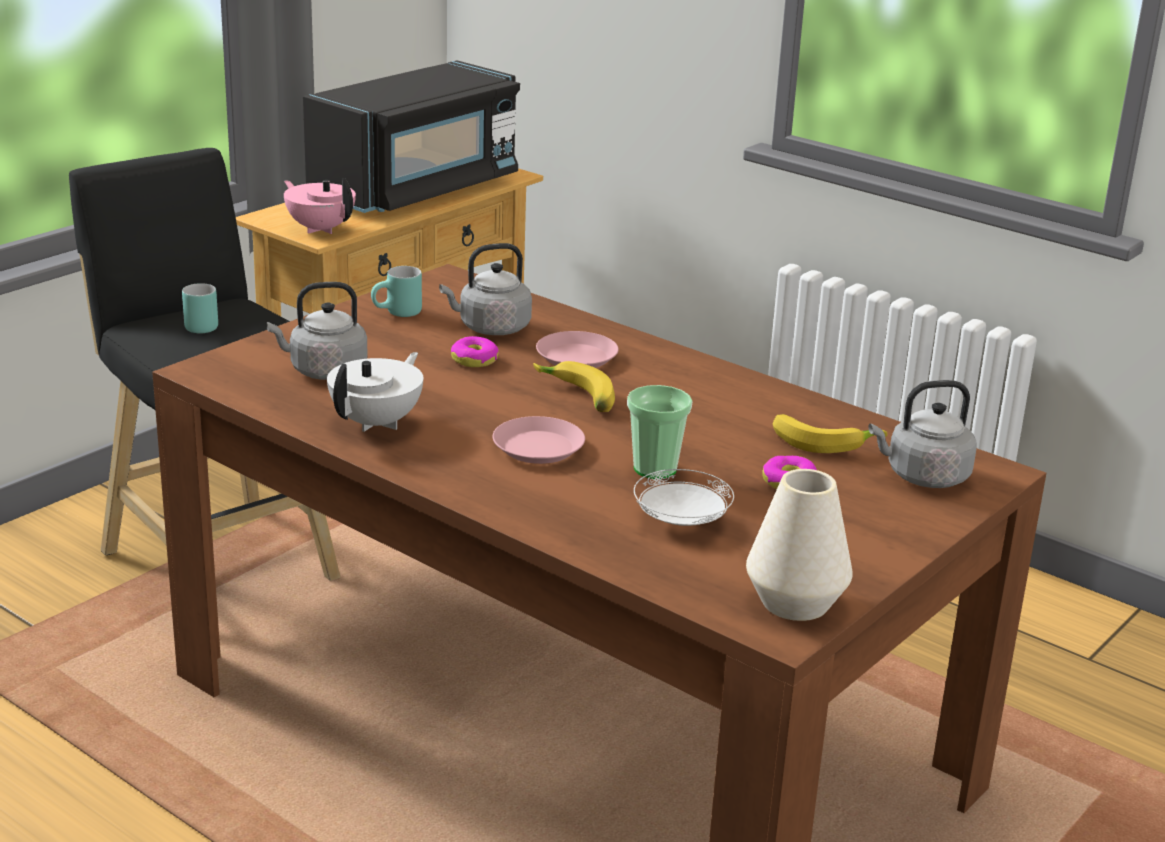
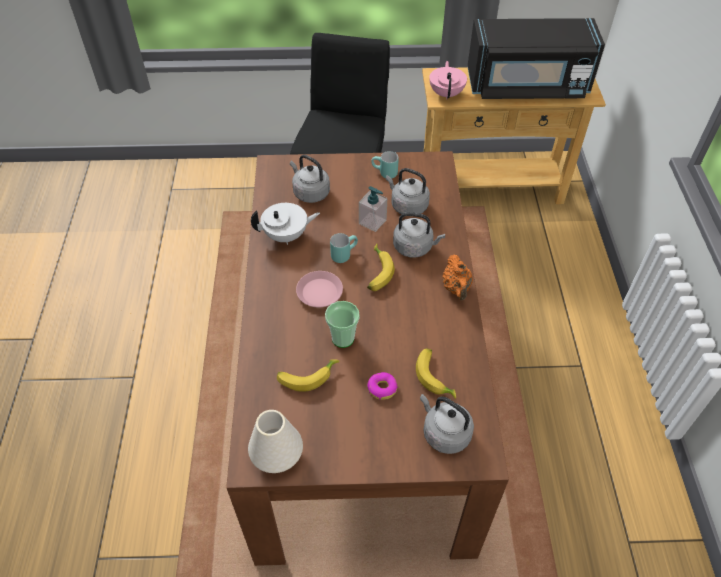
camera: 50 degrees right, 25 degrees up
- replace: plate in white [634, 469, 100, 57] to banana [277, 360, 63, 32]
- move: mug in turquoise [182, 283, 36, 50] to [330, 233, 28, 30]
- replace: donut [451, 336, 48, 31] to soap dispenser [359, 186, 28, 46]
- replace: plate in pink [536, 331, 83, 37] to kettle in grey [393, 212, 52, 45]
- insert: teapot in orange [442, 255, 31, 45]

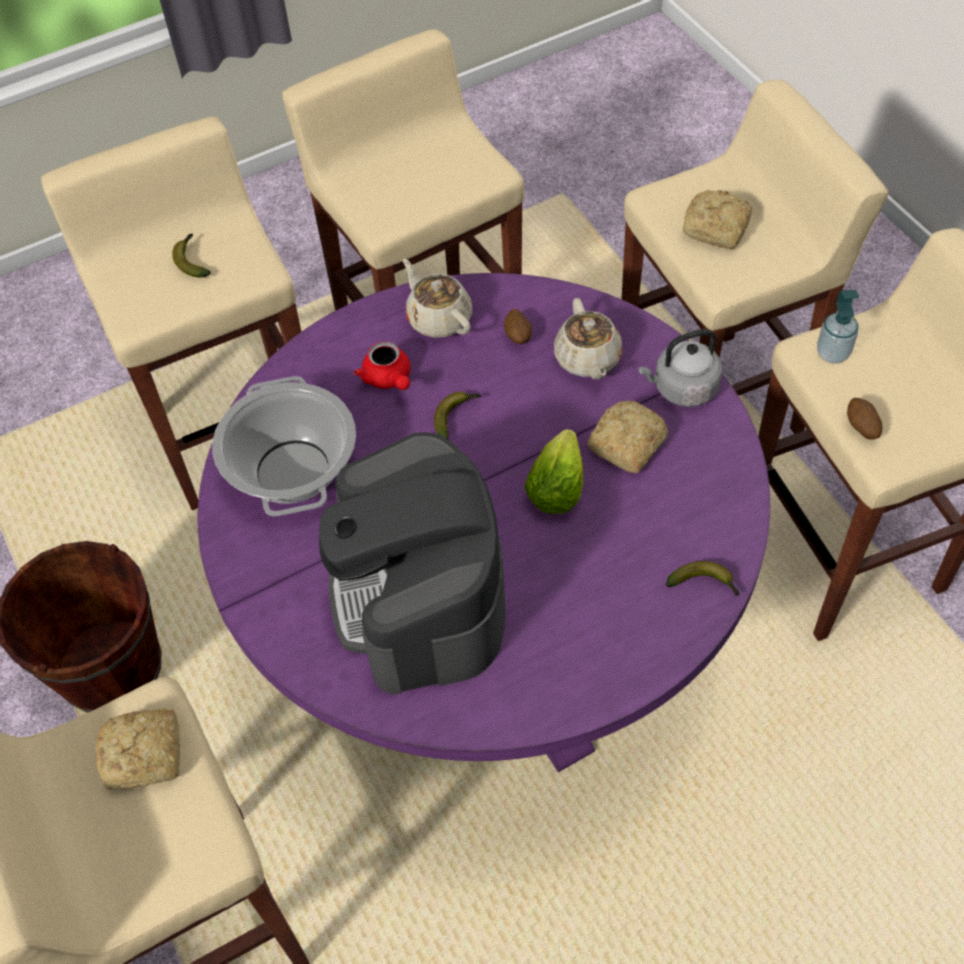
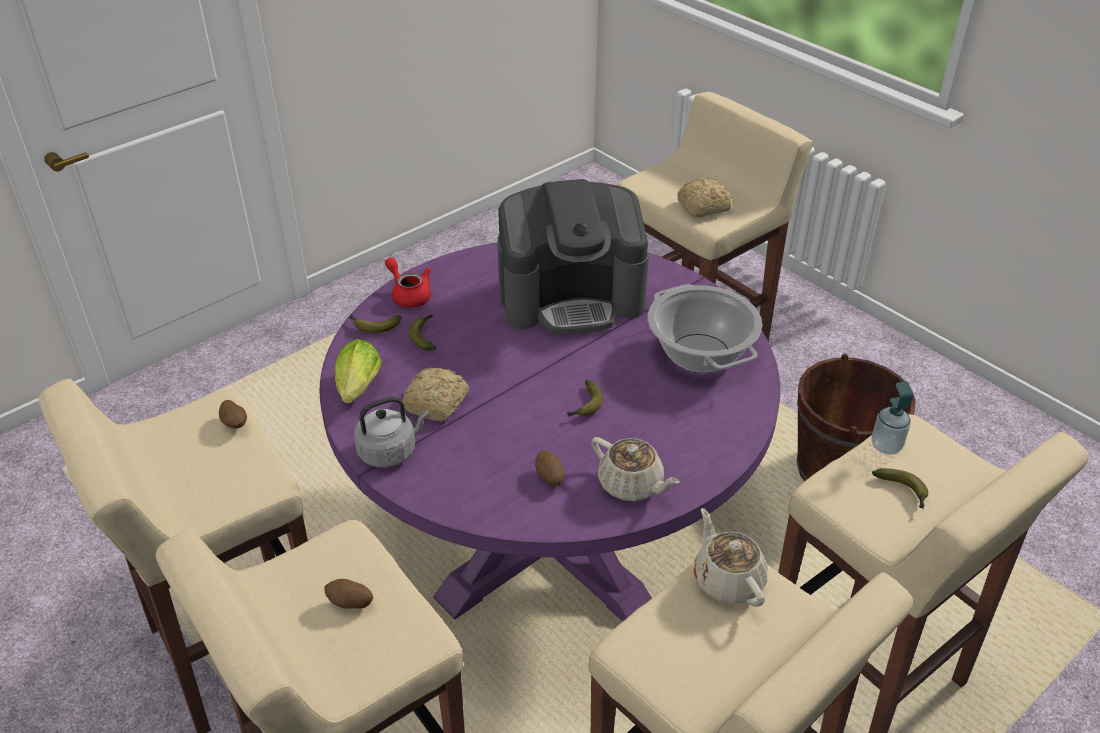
camera: 165 degrees right, 15 degrees down
- replace: bread [683, 190, 69, 59] to potato [324, 579, 49, 30]
- move: lettuce [525, 429, 58, 85] to [335, 339, 47, 64]
- move: teapot in red [354, 341, 57, 49] to [385, 257, 46, 51]
- insert: banana [409, 314, 27, 37]
- rotate: coffee machine [319, 432, 187, 262] = [497, 179, 152, 155] 105 degrees clockwise
- move: teapot in beige [554, 298, 69, 81] to [693, 508, 75, 99]
- move: soap dispenser [817, 290, 42, 74] to [872, 381, 41, 74]

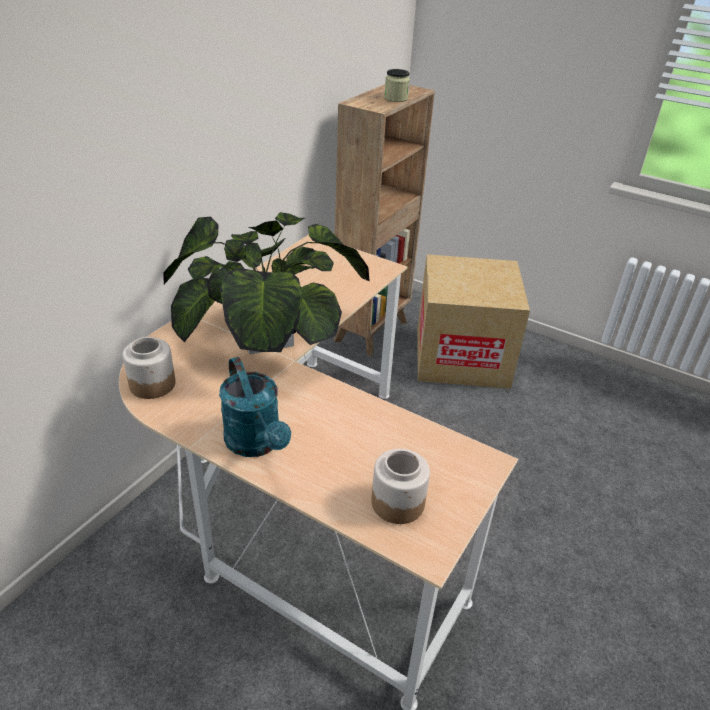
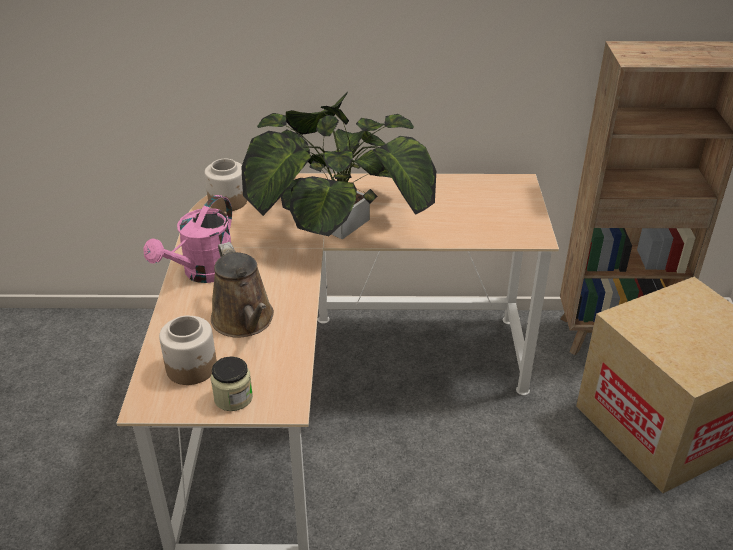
camera: 60 degrees right, 0 degrees up
- recolor: watering can in turquoise [219, 357, 72, 100] to watering can in pink [144, 195, 88, 88]
- insert: watering can in brown [211, 242, 63, 96]
- move: jar [384, 69, 26, 33] to [211, 356, 42, 55]

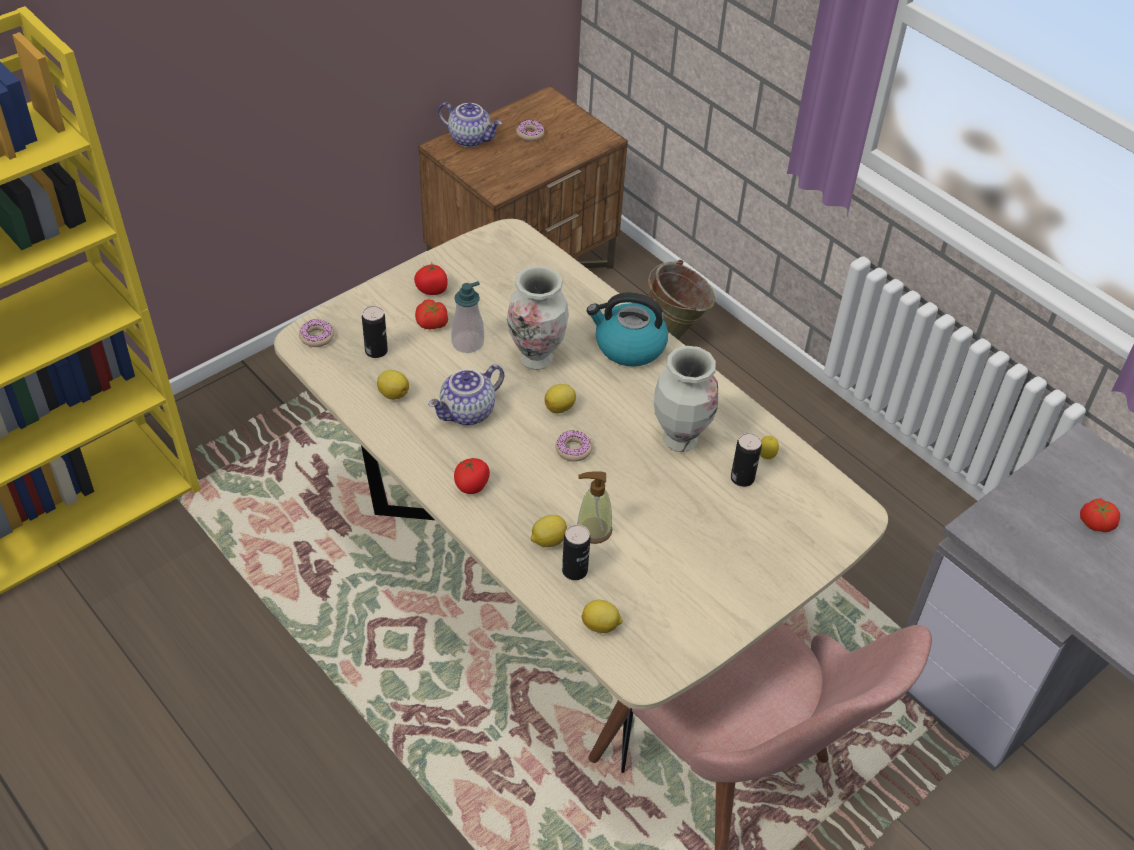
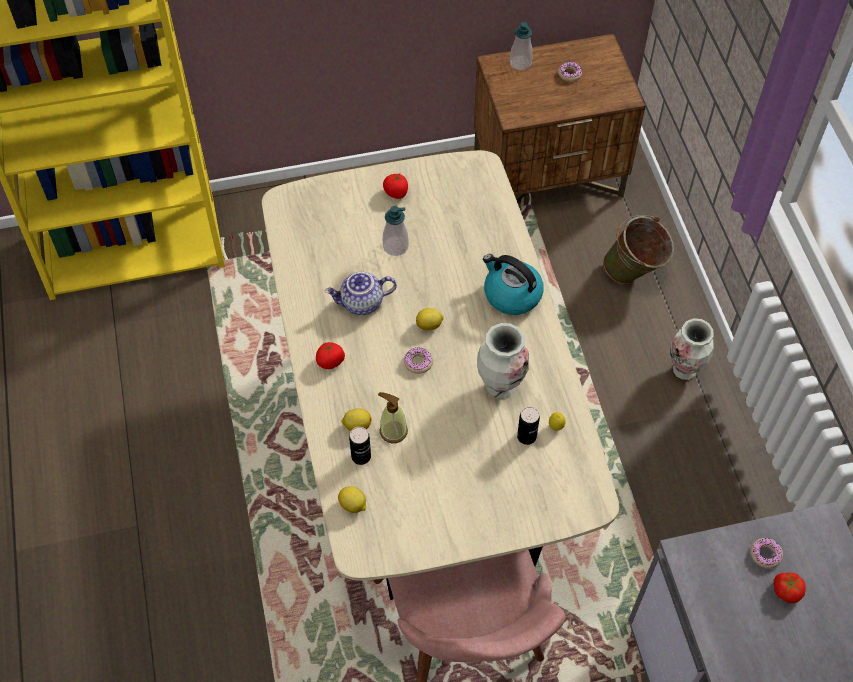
camera: 30 degrees right, 10 degrees up
- replace: teapot [438, 102, 64, 45] to soap dispenser [510, 22, 23, 48]
- move: vase [507, 266, 62, 104] to [670, 318, 44, 62]
- move: donut [299, 319, 35, 28] to [751, 538, 32, 31]
- delete: can [362, 306, 26, 52]
- delete: lemon [377, 370, 32, 30]
- delete: tomato [415, 299, 33, 30]

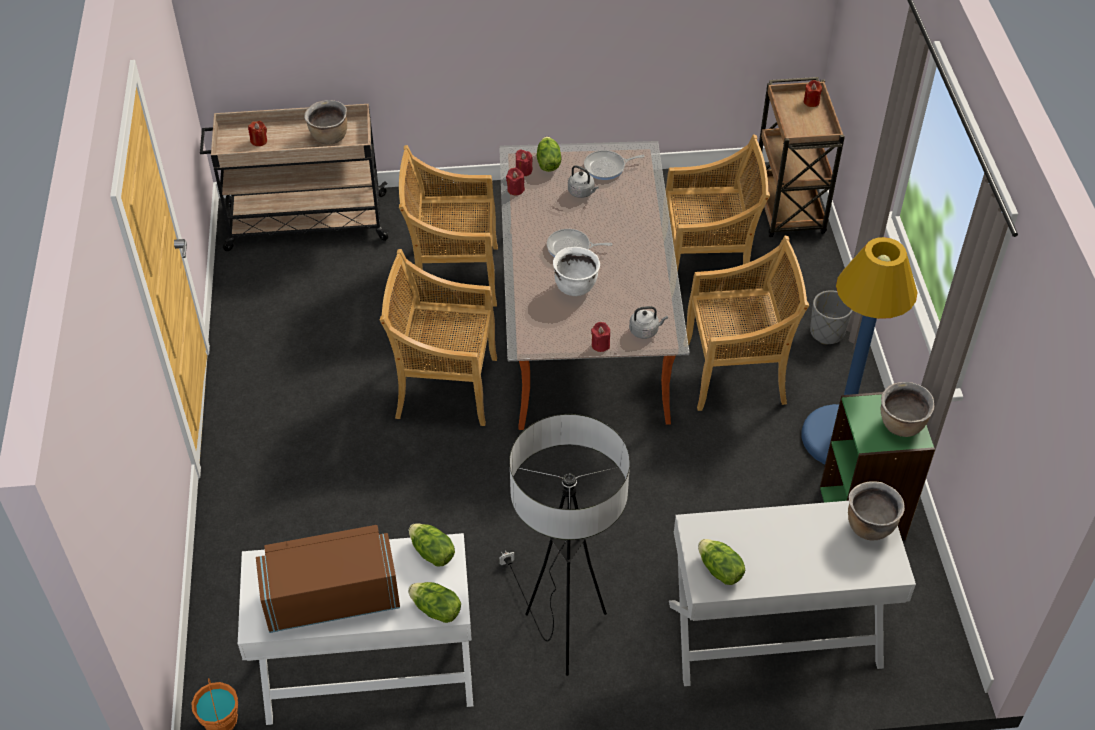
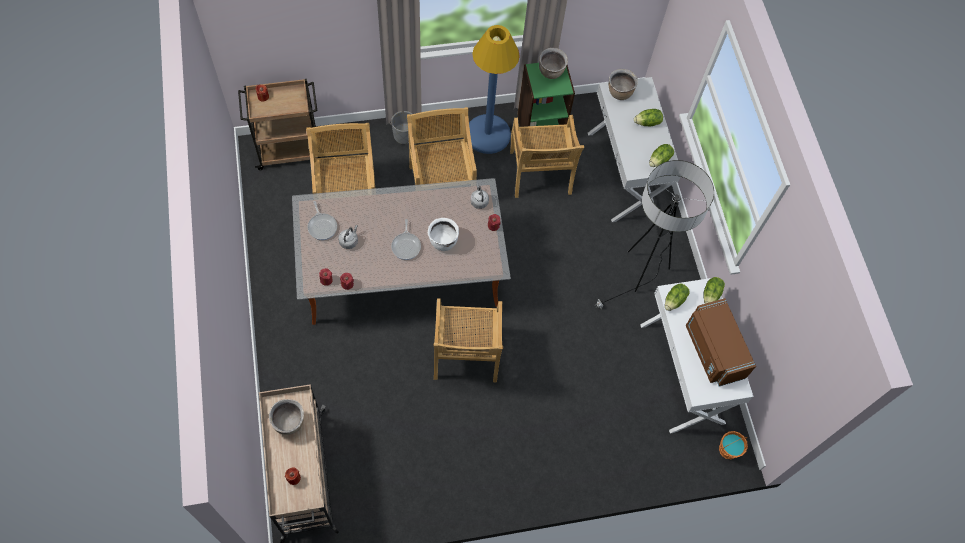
camera: 100 degrees left, 15 degrees up
- move: chair in beige [399, 145, 99, 162] to [510, 115, 74, 83]
- move: lettuce [537, 137, 24, 35] to [634, 109, 29, 18]

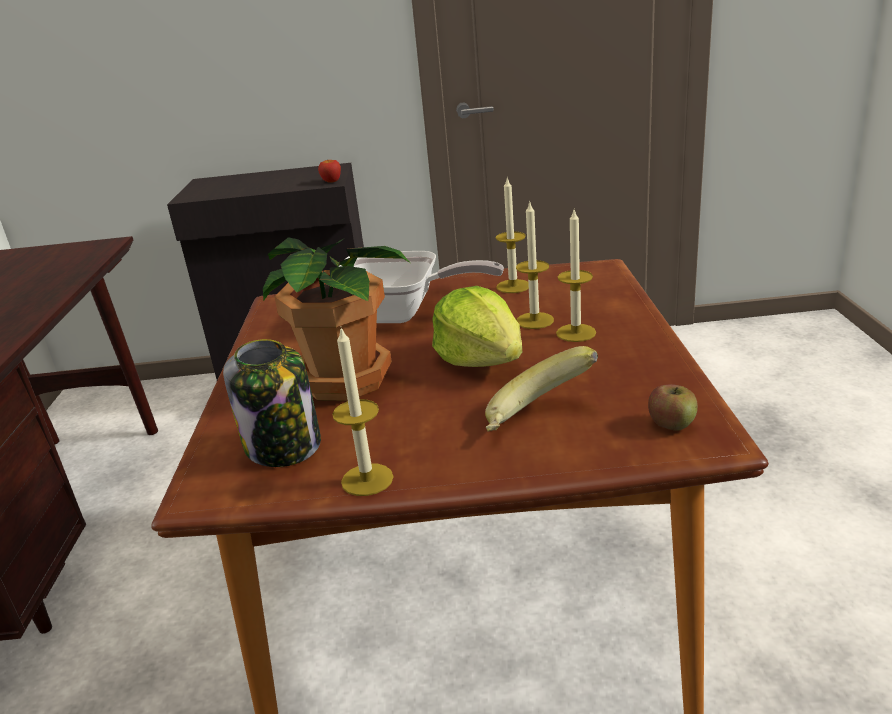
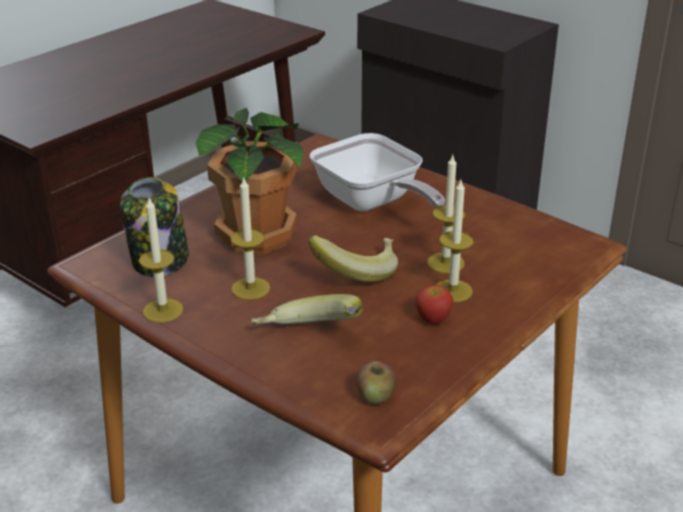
camera: 40 degrees right, 5 degrees up
- move: candle [496, 178, 33, 115] to [230, 177, 40, 123]
- replace: lettuce [432, 286, 91, 81] to banana [309, 236, 89, 46]
- move: apple [318, 159, 23, 23] to [415, 285, 39, 39]

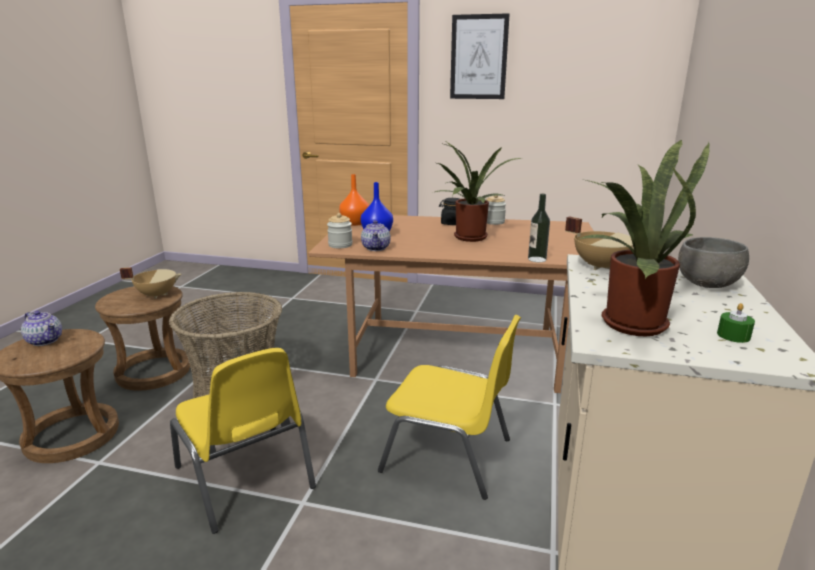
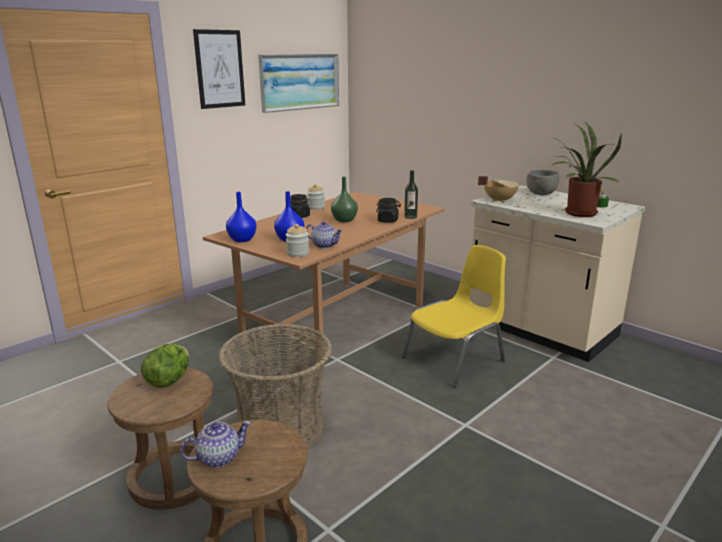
camera: 60 degrees left, 0 degrees up
- replace: cooking pot in beige [120, 267, 61, 32] to lettuce [141, 344, 48, 44]
- recolor: vase in orange [339, 174, 30, 52] to vase in blue [226, 192, 31, 50]
- insert: picture [258, 54, 81, 59]
- replace: potted plant [432, 142, 89, 100] to vase in green [331, 177, 27, 45]
- insert: jar in black [376, 198, 25, 25]
- delete: chair in yellow [170, 348, 146, 186]

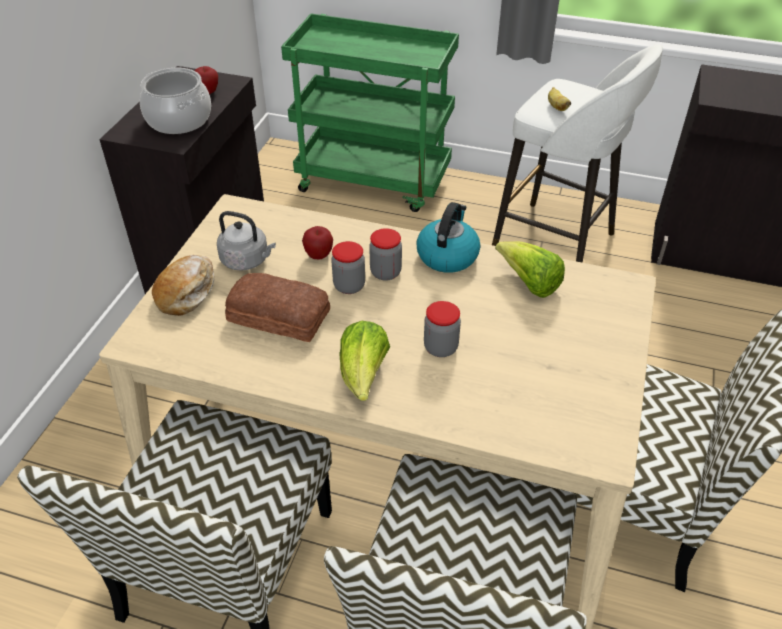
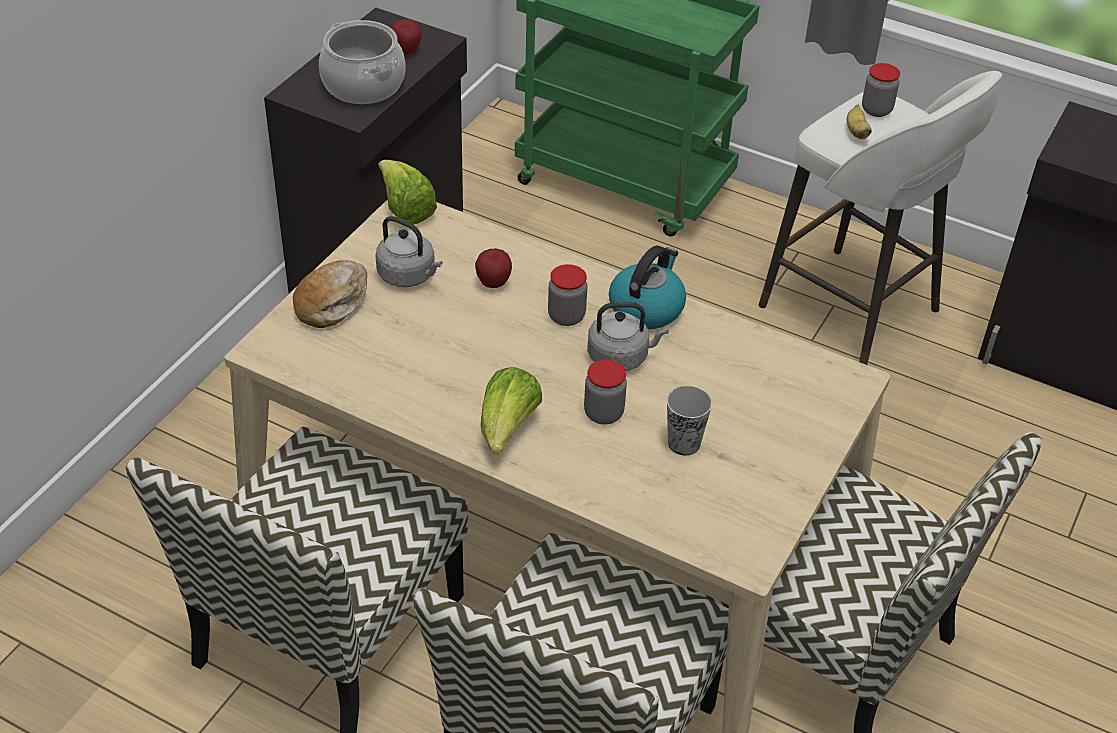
camera: 10 degrees right, 0 degrees up
- move: lettuce [495, 241, 70, 57] to [378, 160, 59, 65]
- insert: kettle in grey [587, 302, 82, 69]
- insert: cup [667, 385, 45, 70]
- move: jar [331, 241, 34, 53] to [862, 63, 38, 54]
- delete: bread [225, 273, 105, 69]

